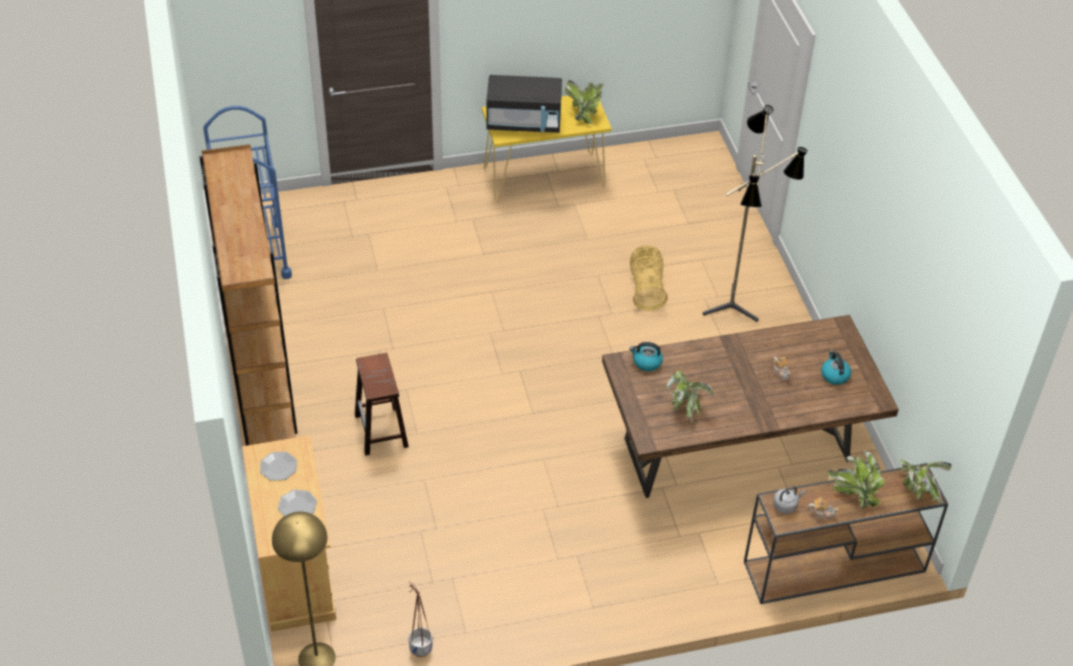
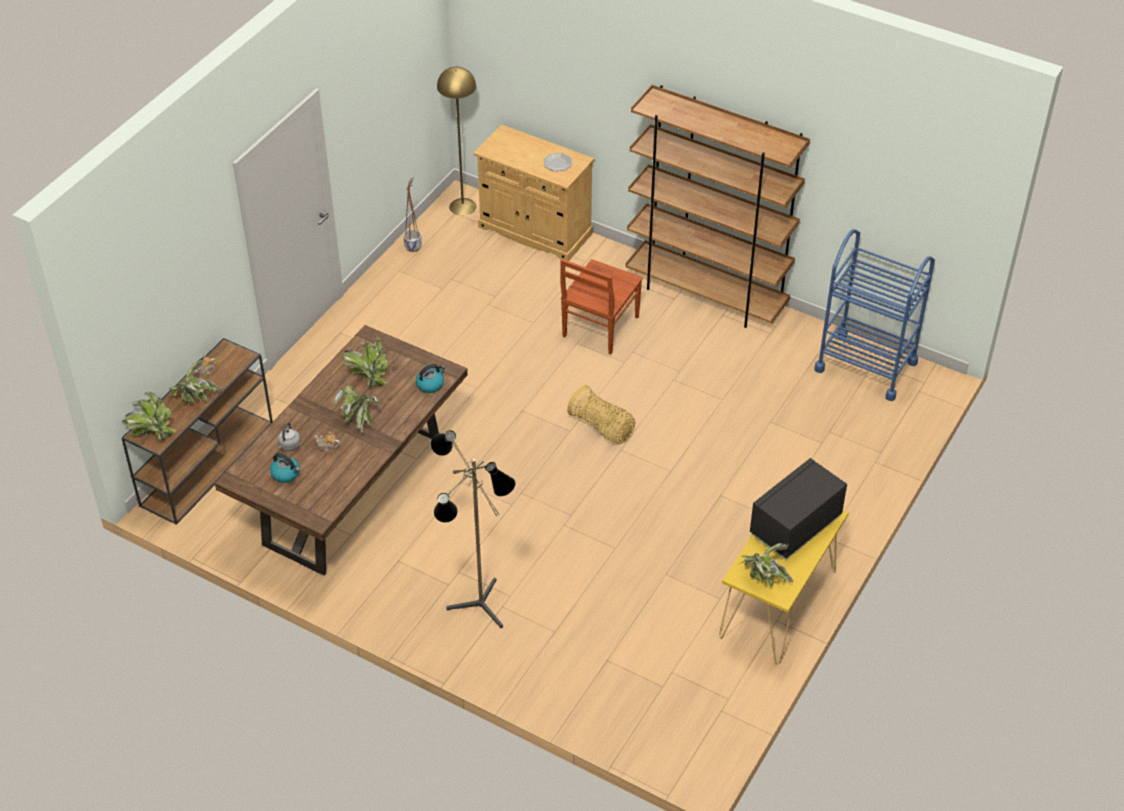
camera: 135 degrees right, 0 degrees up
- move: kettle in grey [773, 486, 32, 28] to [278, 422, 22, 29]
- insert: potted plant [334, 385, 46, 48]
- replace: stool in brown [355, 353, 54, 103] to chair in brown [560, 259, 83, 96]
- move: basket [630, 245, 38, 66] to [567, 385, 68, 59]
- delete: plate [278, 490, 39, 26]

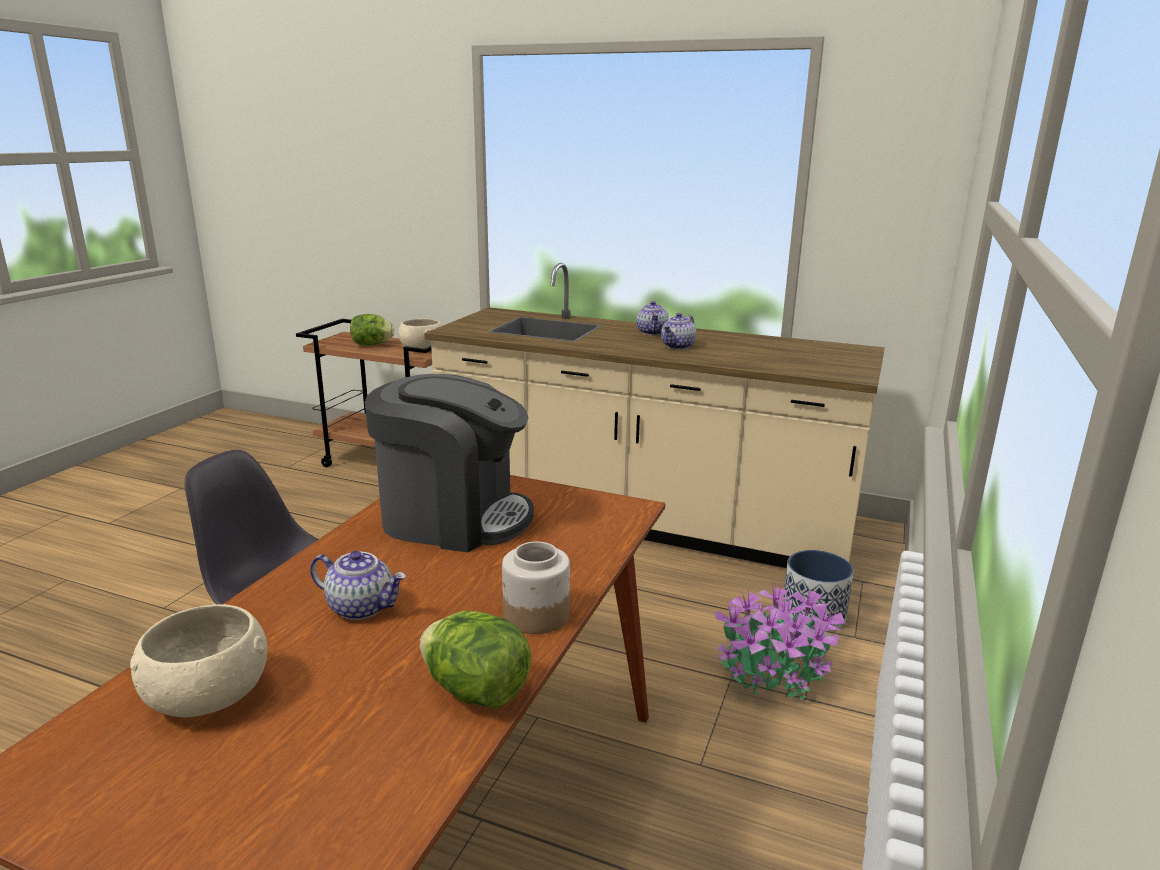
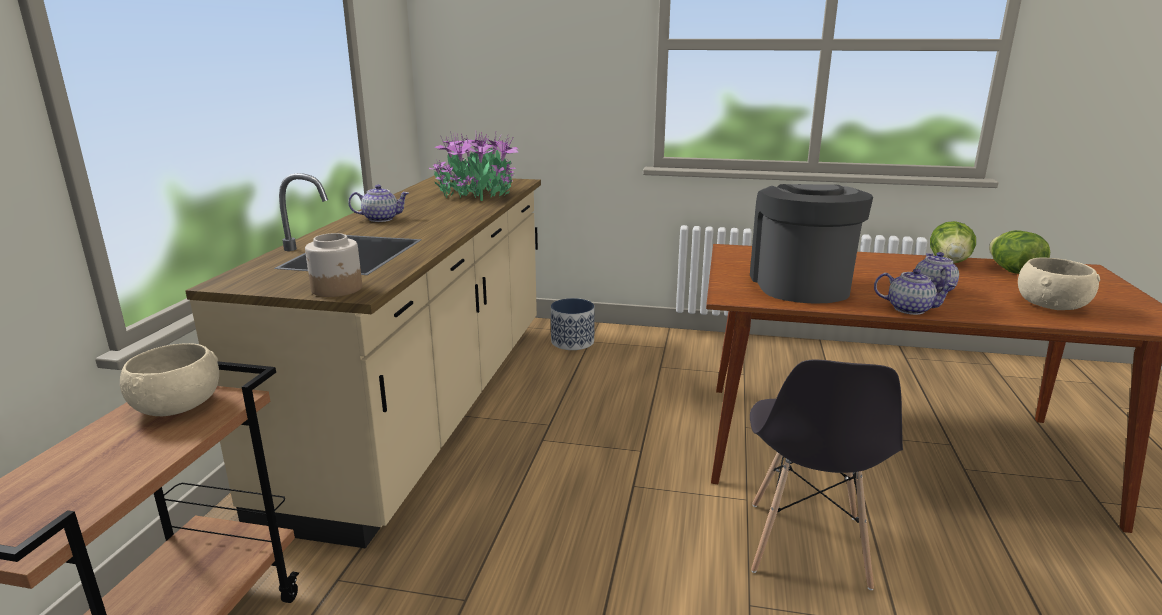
camera: 100 degrees left, 0 degrees up
- move: jar [502, 542, 68, 92] to [305, 233, 57, 64]
- move: potted plant [713, 582, 133, 118] to [429, 131, 89, 70]
- move: teapot [661, 313, 35, 36] to [874, 269, 82, 46]
- move: lettuce [350, 314, 45, 32] to [989, 230, 61, 44]

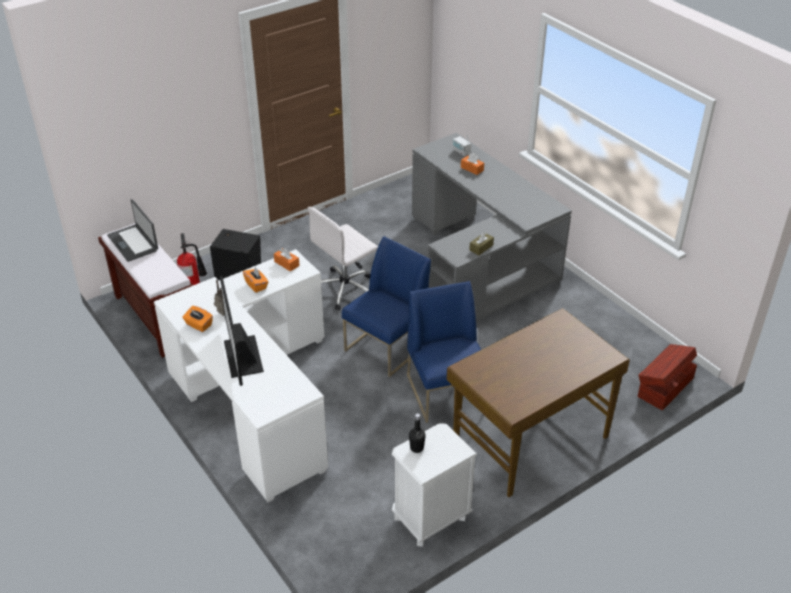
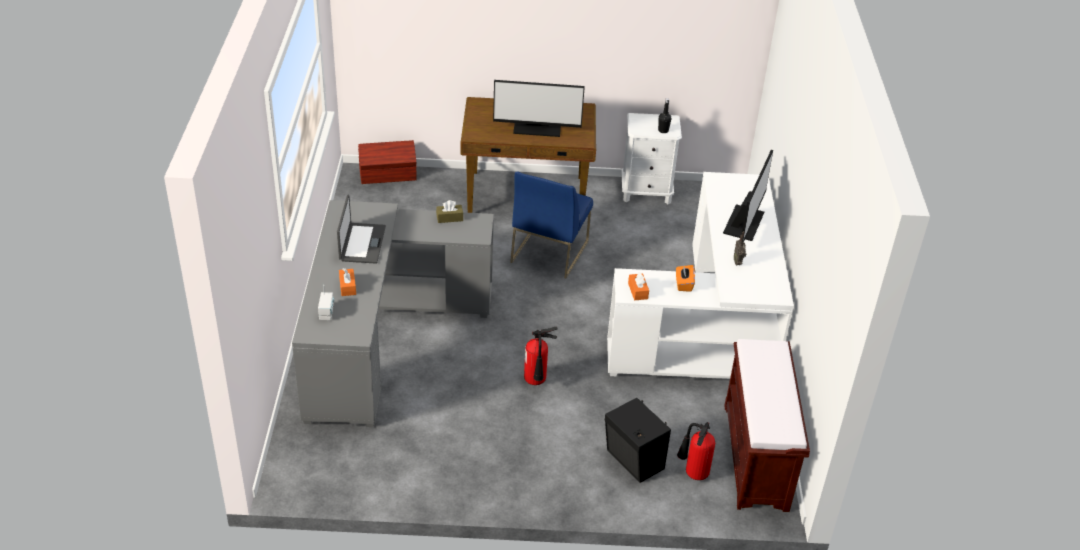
camera: 145 degrees left, 0 degrees up
- move: laptop [107, 199, 51, 63] to [337, 195, 49, 69]
- insert: monitor [493, 80, 92, 57]
- replace: office chair in white [308, 207, 70, 103] to fire extinguisher [524, 327, 34, 58]
- delete: tissue box in orange [182, 306, 31, 26]
- delete: chair in blue [342, 236, 89, 141]

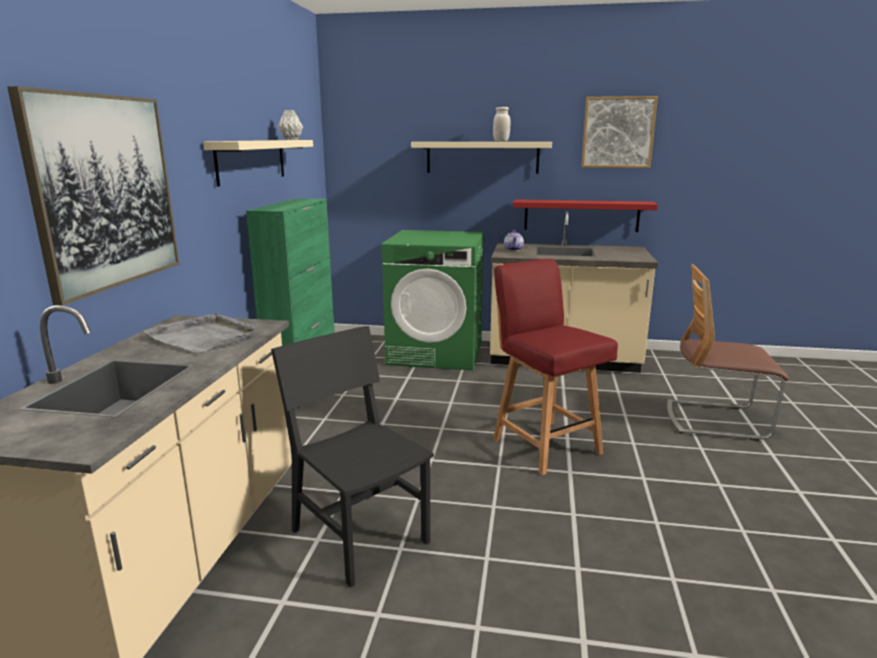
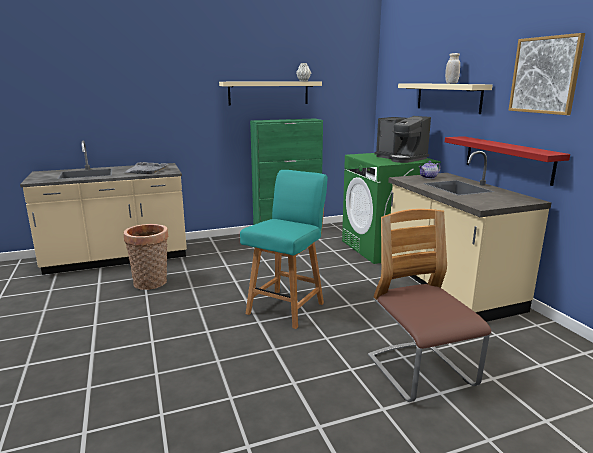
camera: 60 degrees right, 0 degrees up
- replace: chair in black [271, 326, 163, 261] to basket [124, 224, 44, 66]
- recolor: chair in red [493, 259, 125, 216] to chair in turquoise [240, 170, 88, 159]
- insert: coffee machine [375, 116, 56, 47]
- delete: picture [7, 86, 172, 219]

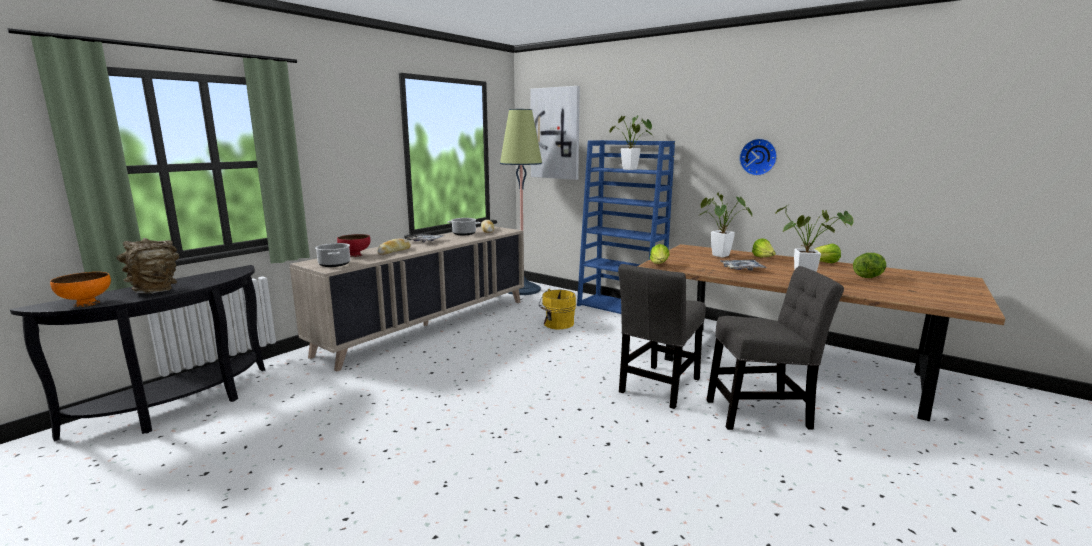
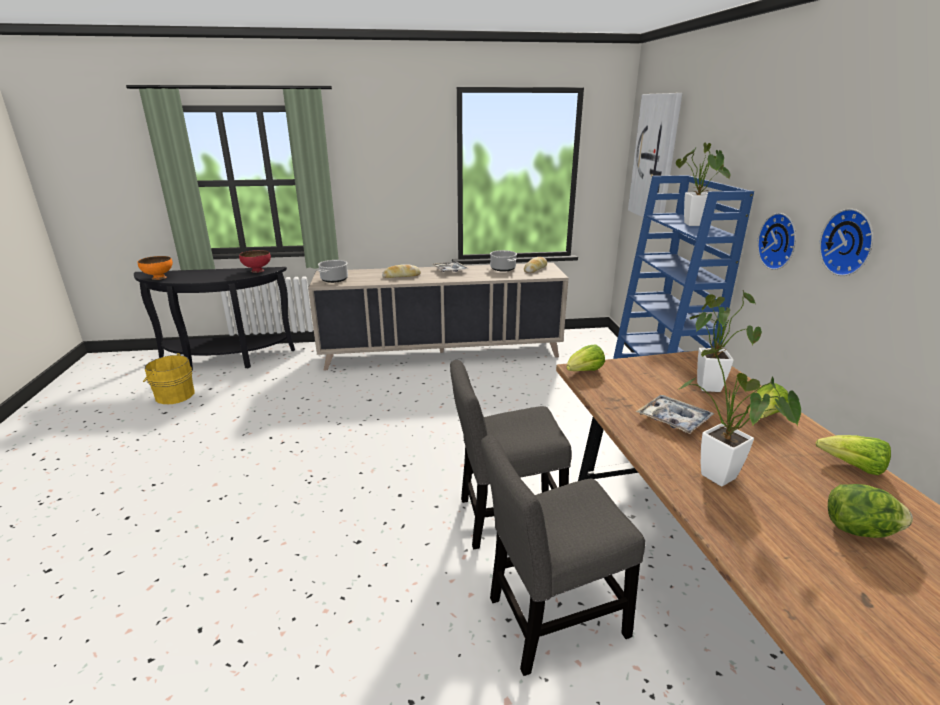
camera: 45 degrees right, 10 degrees up
- move: bucket in yellow [539, 289, 37, 41] to [143, 353, 52, 51]
- move: bowl in red [337, 234, 34, 23] to [239, 250, 32, 23]
- rotate: chair in grey [707, 266, 137, 164] = [481, 435, 164, 241] 120 degrees clockwise
- insert: wall clock [757, 213, 39, 57]
- delete: vase in brown [116, 238, 63, 56]
- delete: floor lamp [500, 109, 42, 186]

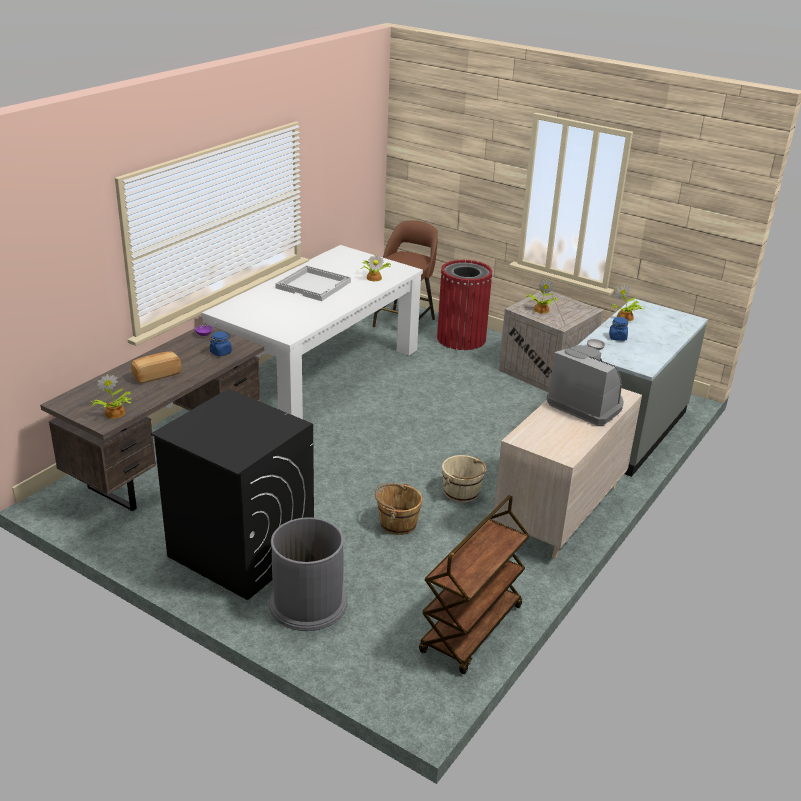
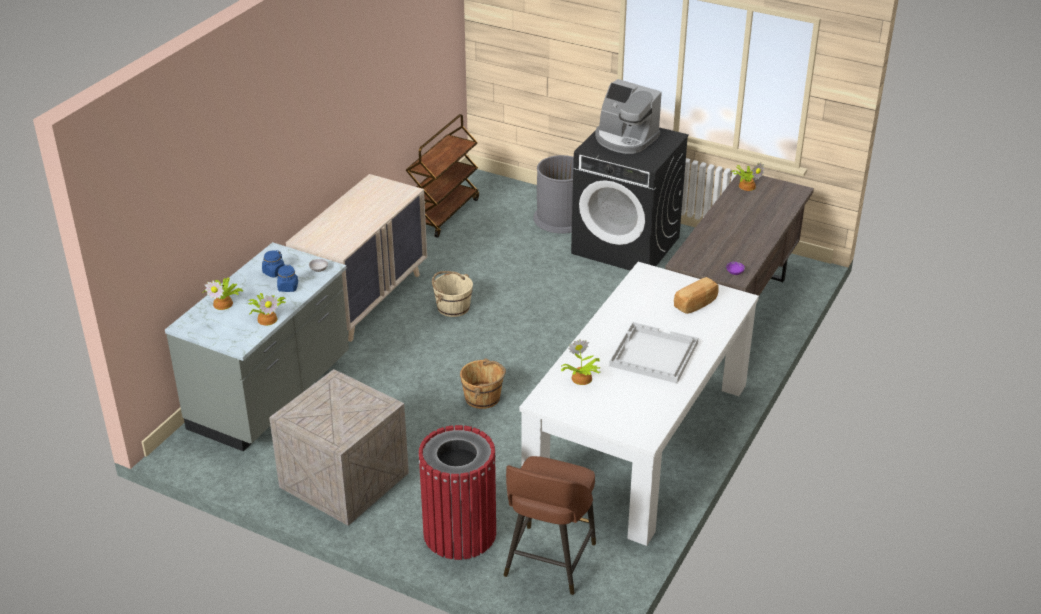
camera: 175 degrees right, 5 degrees up
- move: potted plant [526, 279, 32, 34] to [202, 277, 41, 33]
- move: jar in blue [210, 331, 22, 25] to [262, 250, 23, 28]
- move: bucket in brown [375, 483, 48, 52] to [460, 358, 46, 51]
- move: coffee machine [547, 345, 77, 81] to [595, 79, 67, 75]
- move: bread [131, 352, 50, 31] to [674, 277, 45, 37]

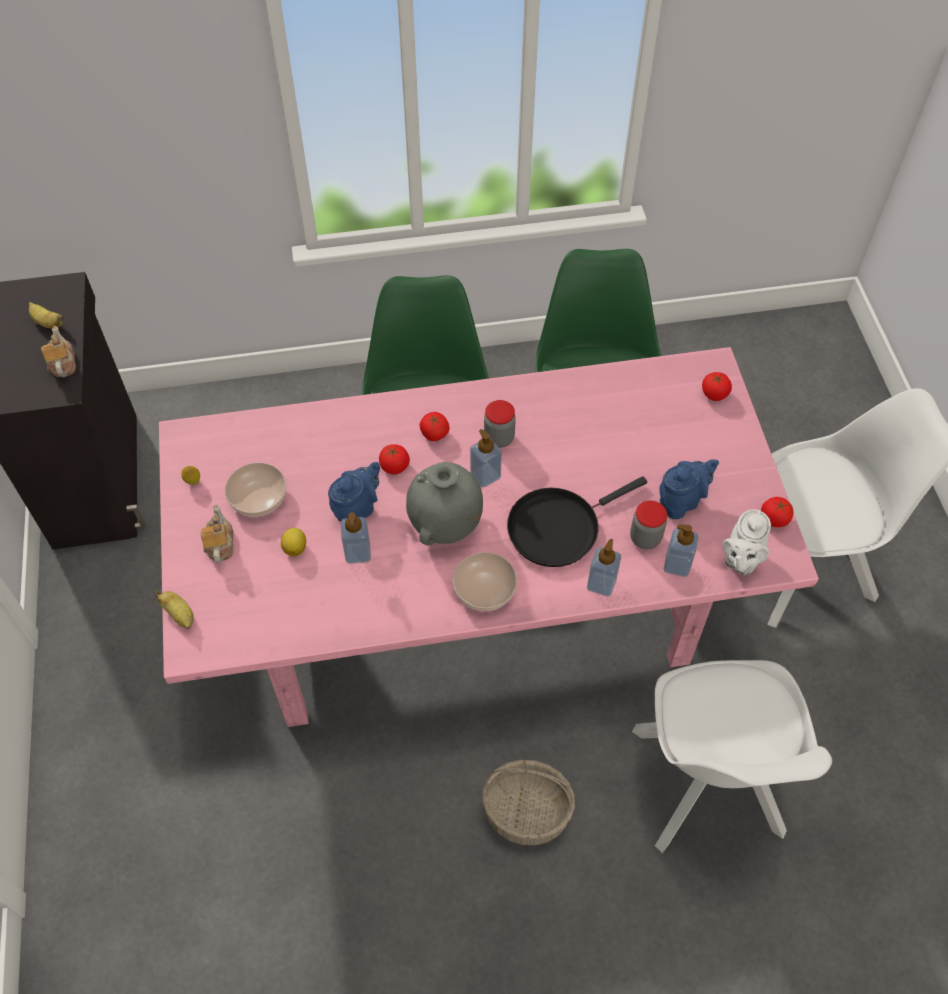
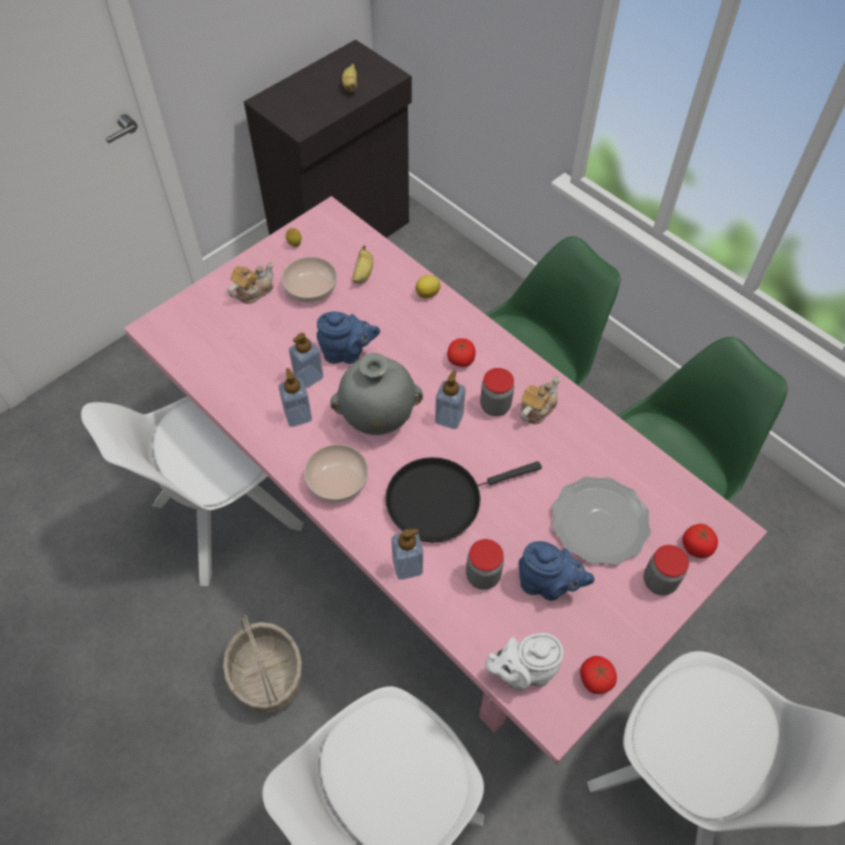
camera: 55 degrees right, 0 degrees up
- insert: chair in white [81, 396, 223, 190]
- move: soap dispenser [664, 524, 35, 53] to [279, 368, 33, 59]
- move: banana [155, 590, 39, 39] to [353, 245, 20, 38]
- rotate: frying pan in black [507, 476, 140, 91] = [385, 457, 157, 85] 45 degrees counterclockwise
- move: lemon [281, 528, 25, 28] to [416, 275, 24, 23]
- move: teapot [41, 326, 35, 51] to [520, 376, 40, 48]
- insert: plate [552, 476, 99, 89]
- insert: jar [644, 545, 45, 50]
- delete: tomato [379, 444, 31, 30]

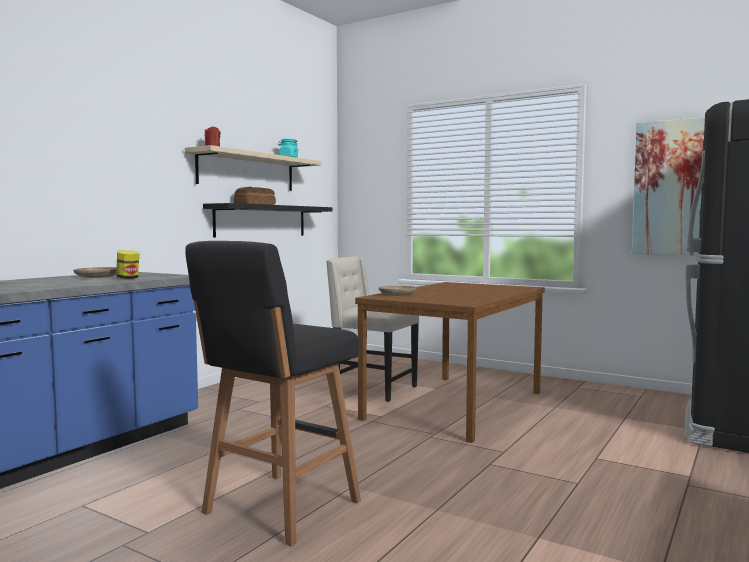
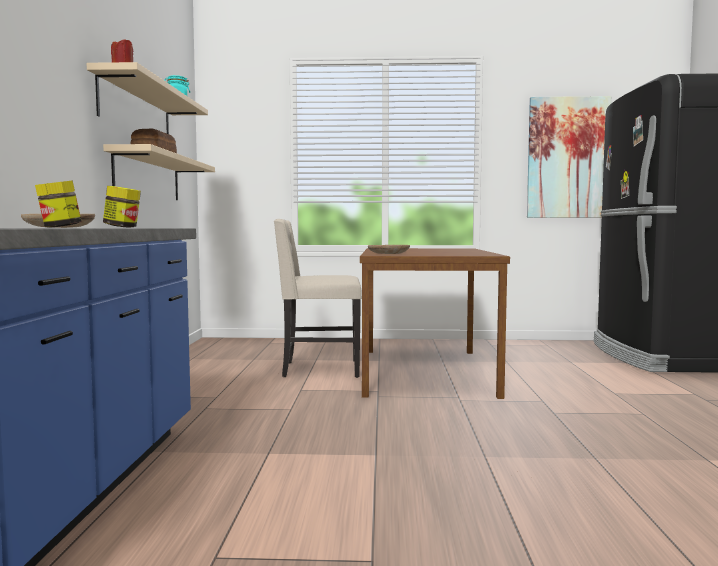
camera: 30 degrees left, 0 degrees up
- insert: jar [35, 180, 46, 48]
- recolor: shelf in black [203, 203, 129, 34] to shelf in beige [103, 144, 112, 56]
- delete: stool in black [185, 241, 176, 305]

